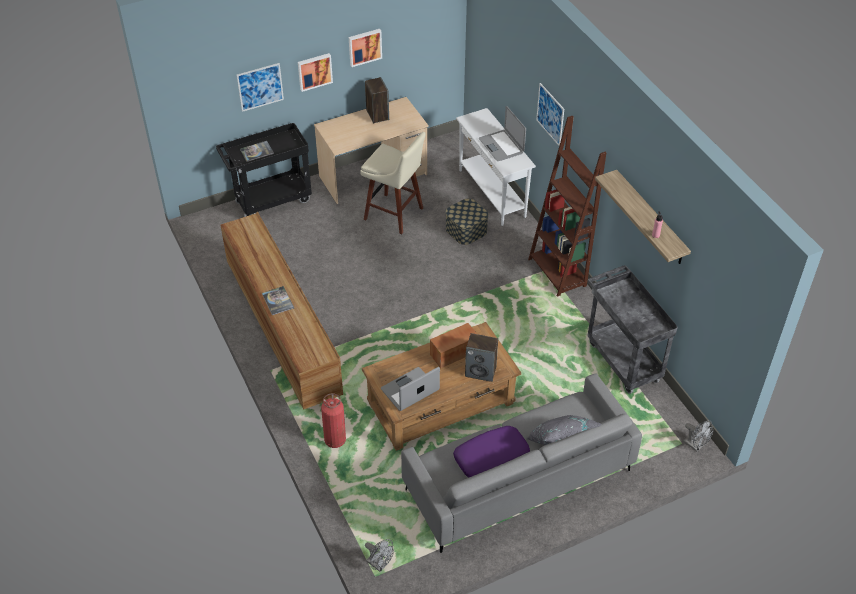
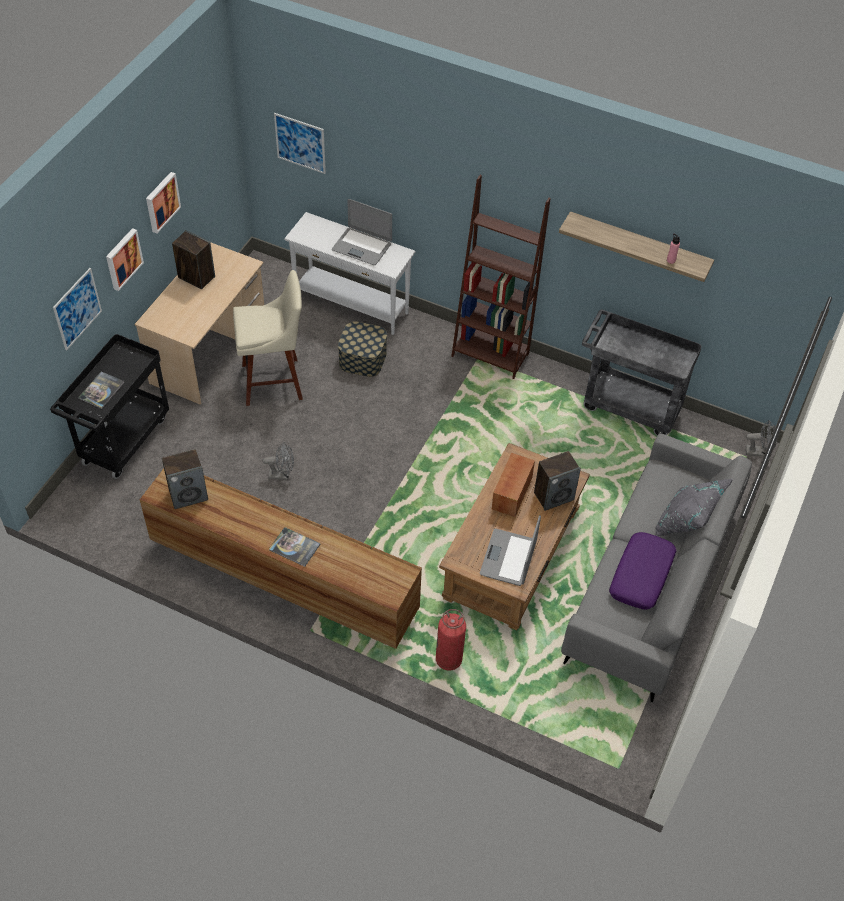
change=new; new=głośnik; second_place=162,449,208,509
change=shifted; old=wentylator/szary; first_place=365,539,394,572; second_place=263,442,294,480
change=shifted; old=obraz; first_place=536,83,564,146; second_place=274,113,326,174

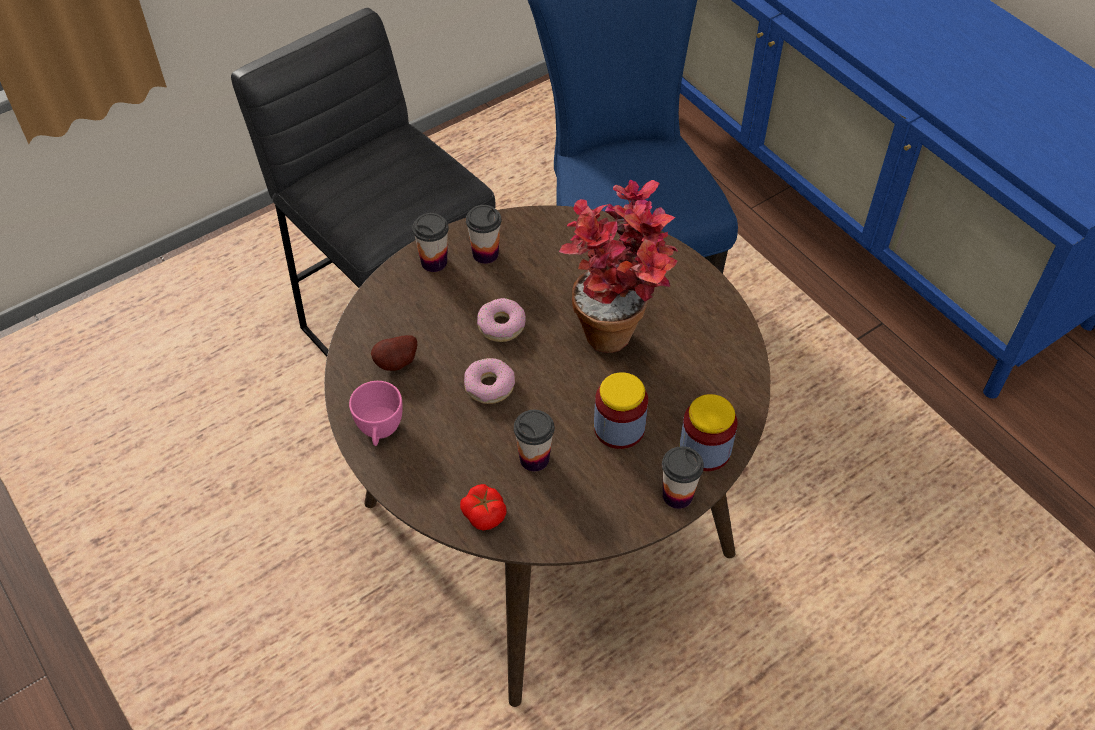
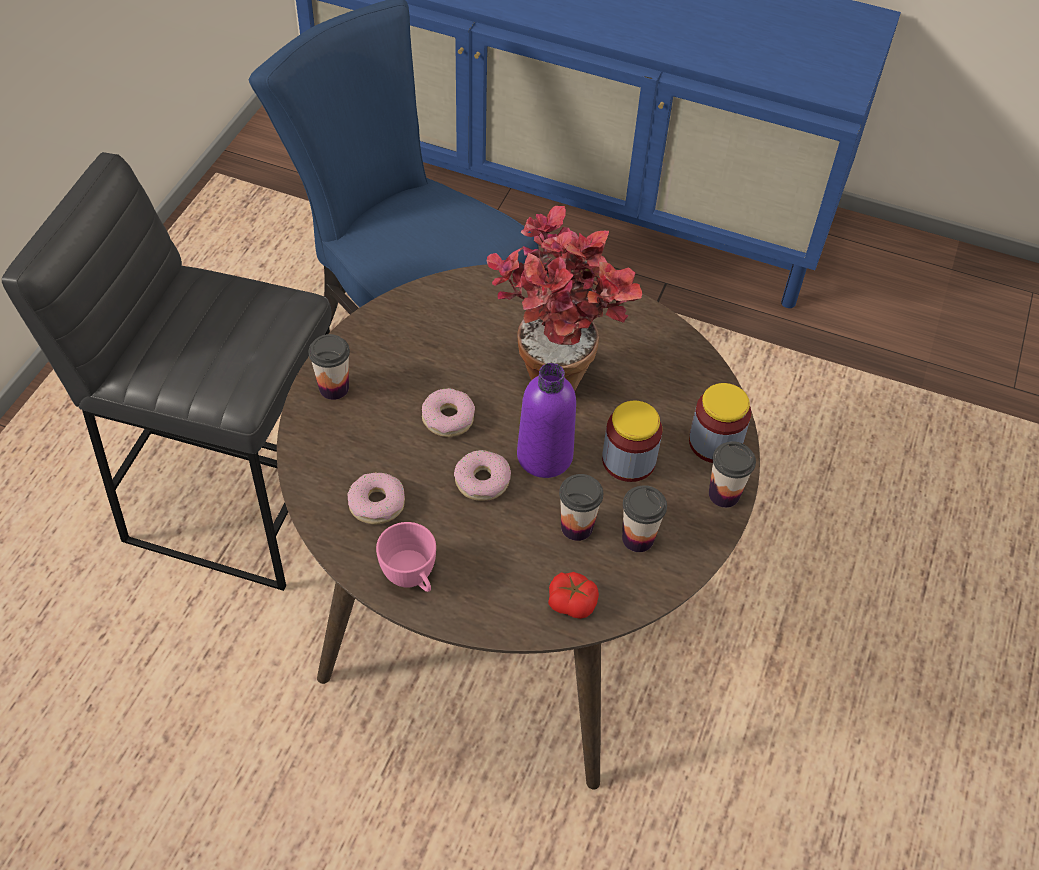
change=new; new=butelka/fioletowy; second_place=517,363,576,478
change=shifted; old=filiżanka; first_place=466,205,501,264; second_place=622,485,667,552
change=swapped; old=ziemniak; new=donut; first_place=371,335,418,371; second_place=347,472,405,524

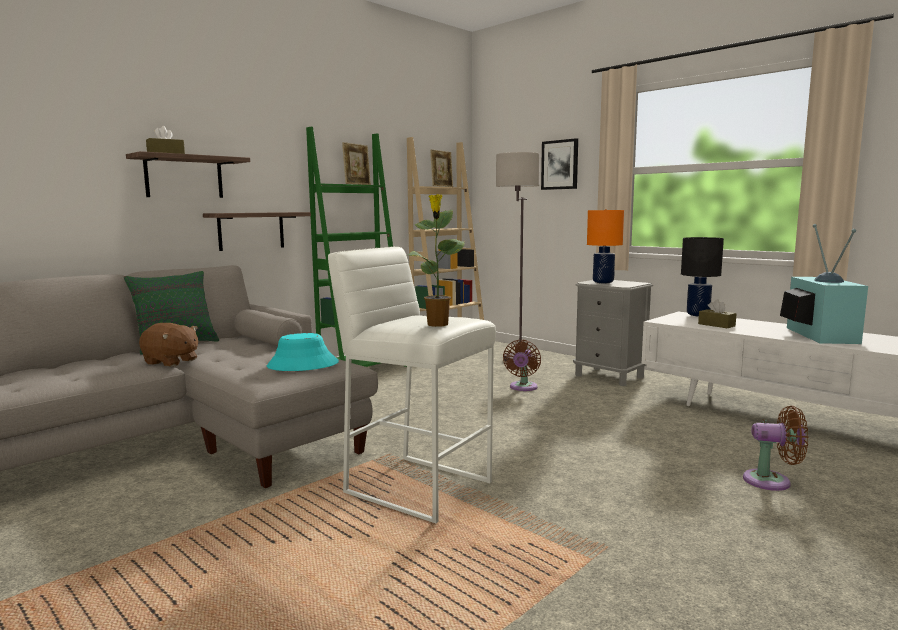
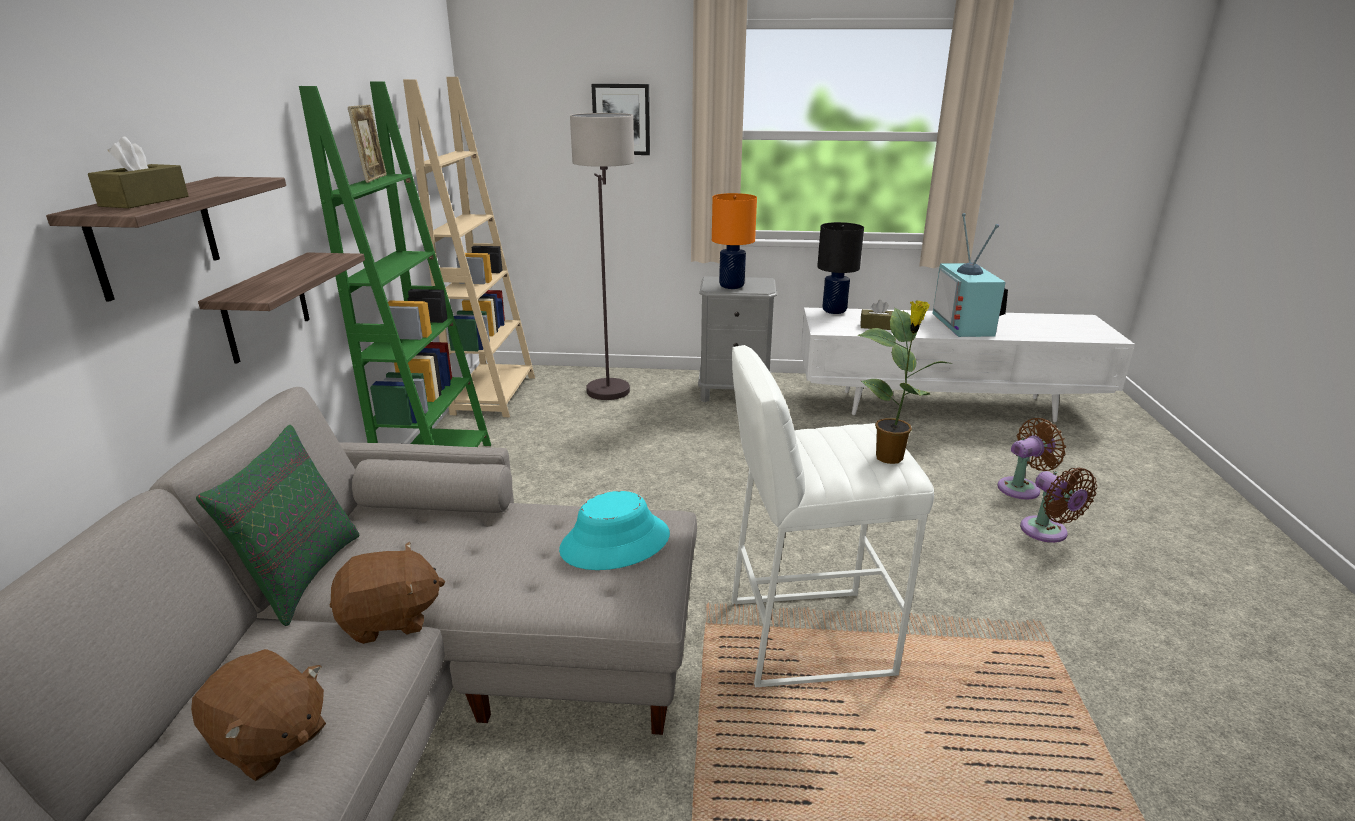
change=gone; old=ramka na zdjęcie; first_place=430,149,453,187
change=new; new=pluszak/brązowy; second_place=191,649,326,781
change=shifted; old=wentylator/brązowy; first_place=503,340,541,391; second_place=1020,468,1097,543
change=rotated; old=telewizor; first_place=780,224,868,344; second_place=932,213,1008,337; degrees=-150

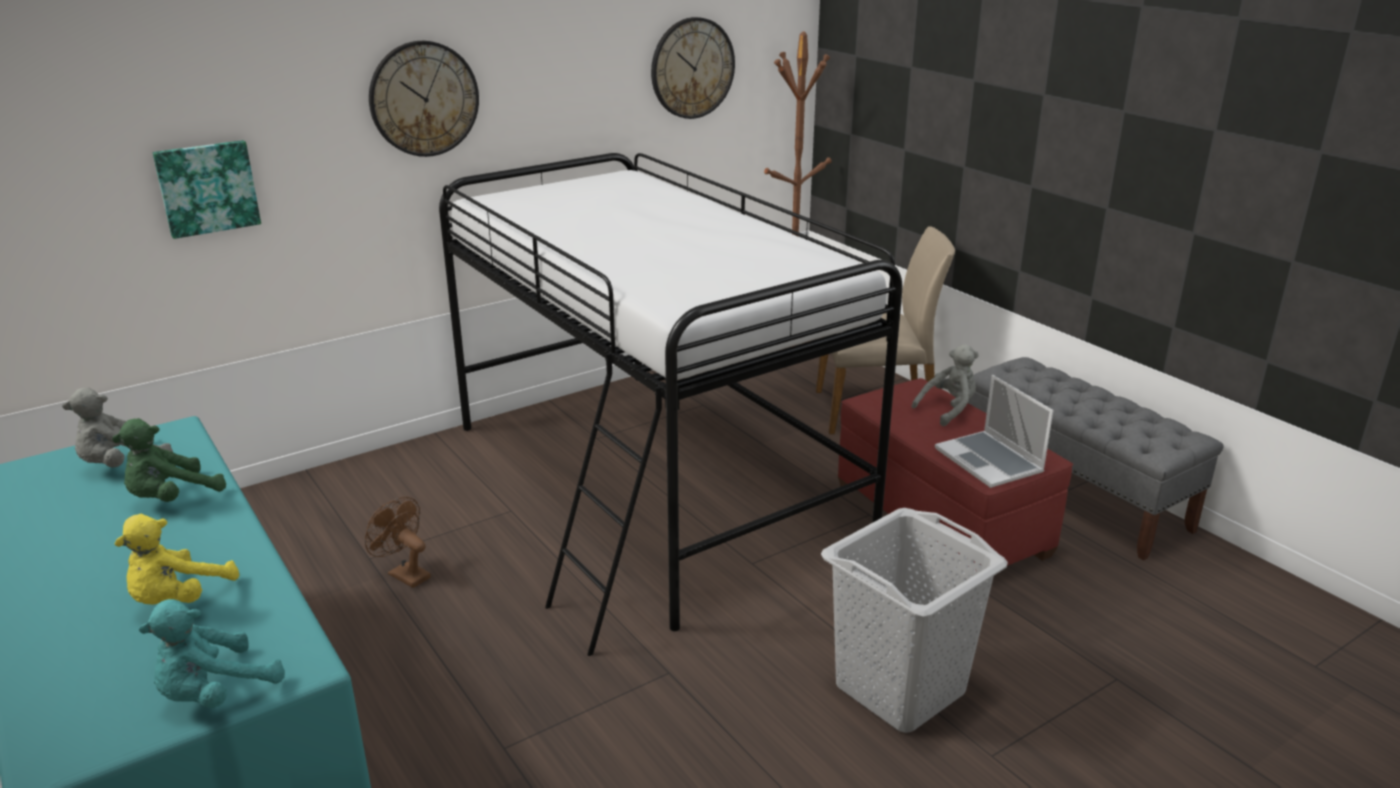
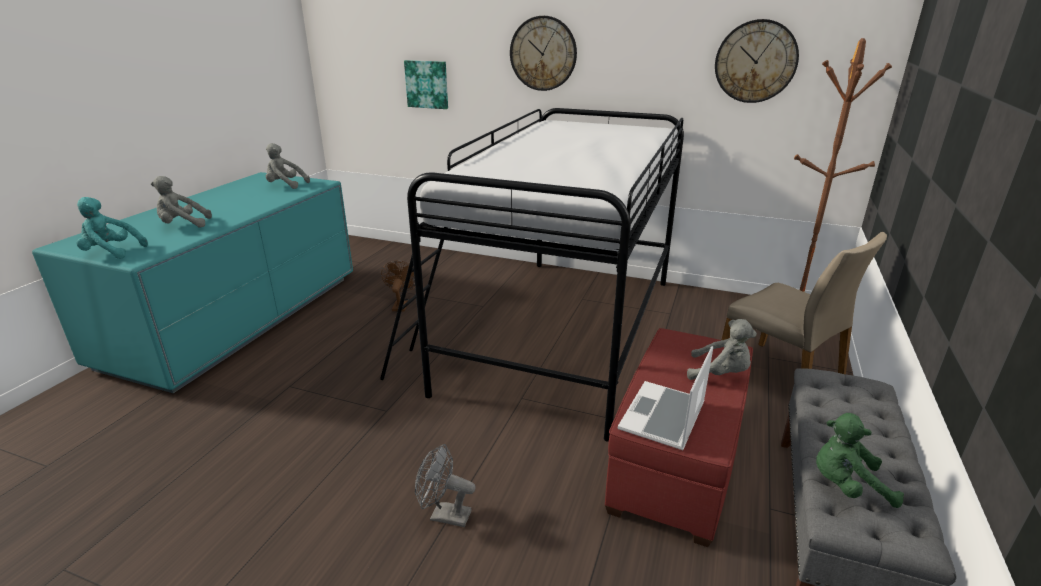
change=shifted; old=pluszak/zielony; first_place=112,418,226,502; second_place=816,413,904,508
change=swapped; old=kosz na pranie/szary; new=wentylator/szary; first_place=821,508,1008,733; second_place=415,444,476,527
change=repainted; old=pluszak/żółty; new=pluszak/szary; first_place=115,514,239,605; second_place=151,176,212,228

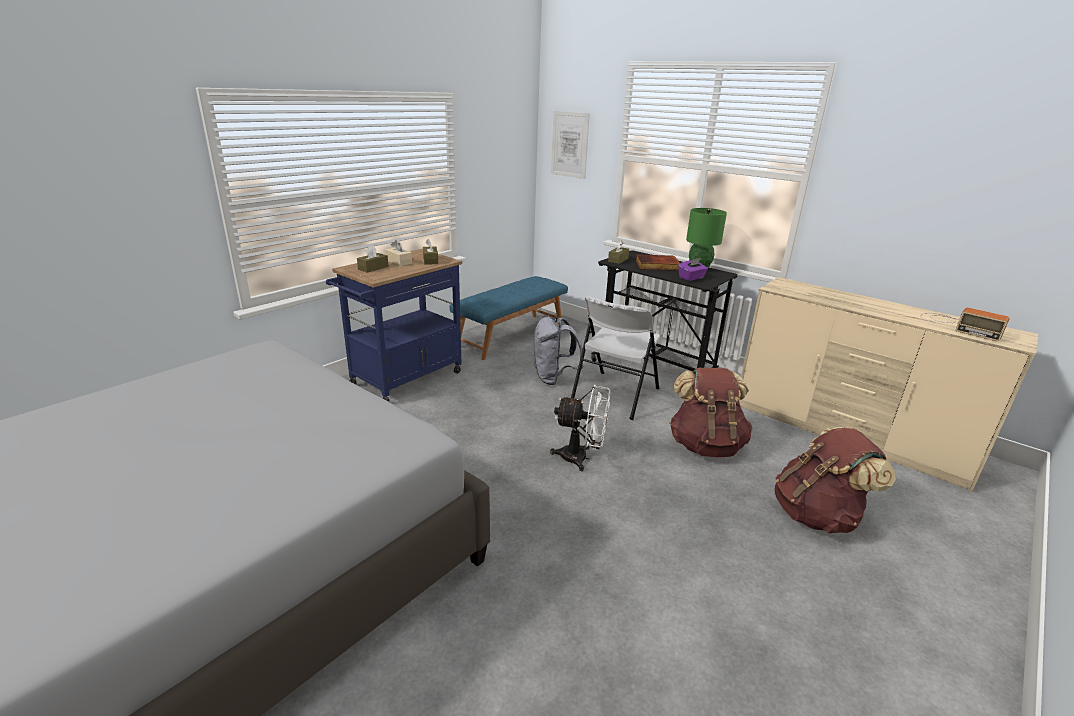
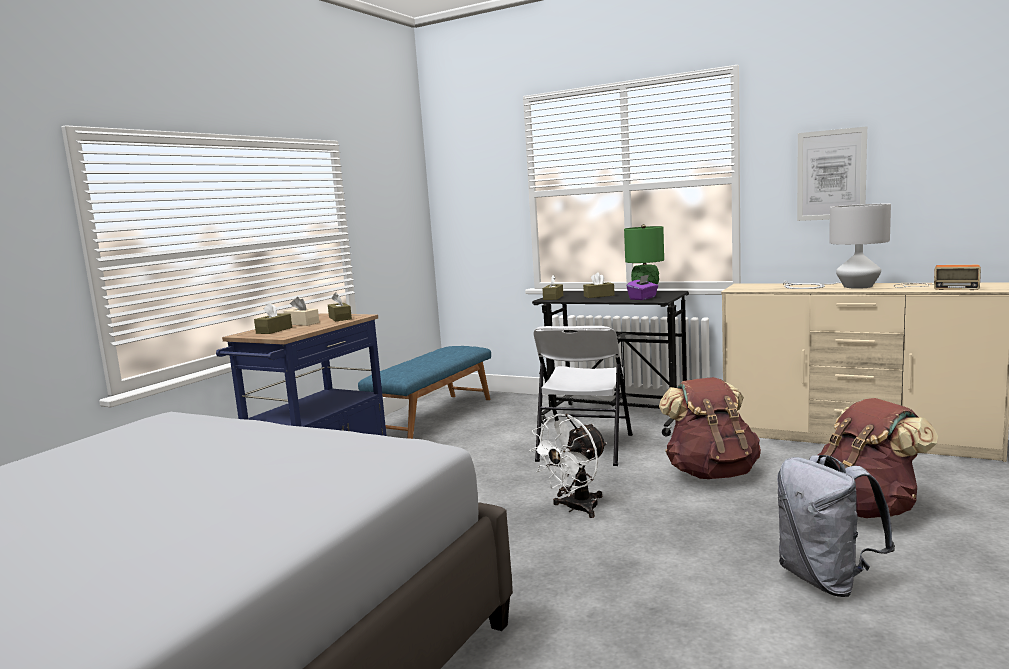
change=new; new=lampa stołowa/biały; second_place=783,204,891,289
change=shifted; old=plecak/szary; first_place=533,317,583,385; second_place=777,455,895,597
change=shifted; old=obraz; first_place=551,111,590,179; second_place=797,126,867,221
change=swapped; old=książka; new=pudełko chusteczek/brązowy; first_place=636,254,680,271; second_place=583,272,615,298
change=rotated; old=wentylator/biały; first_place=550,384,610,471; second_place=529,414,607,518; degrees=135

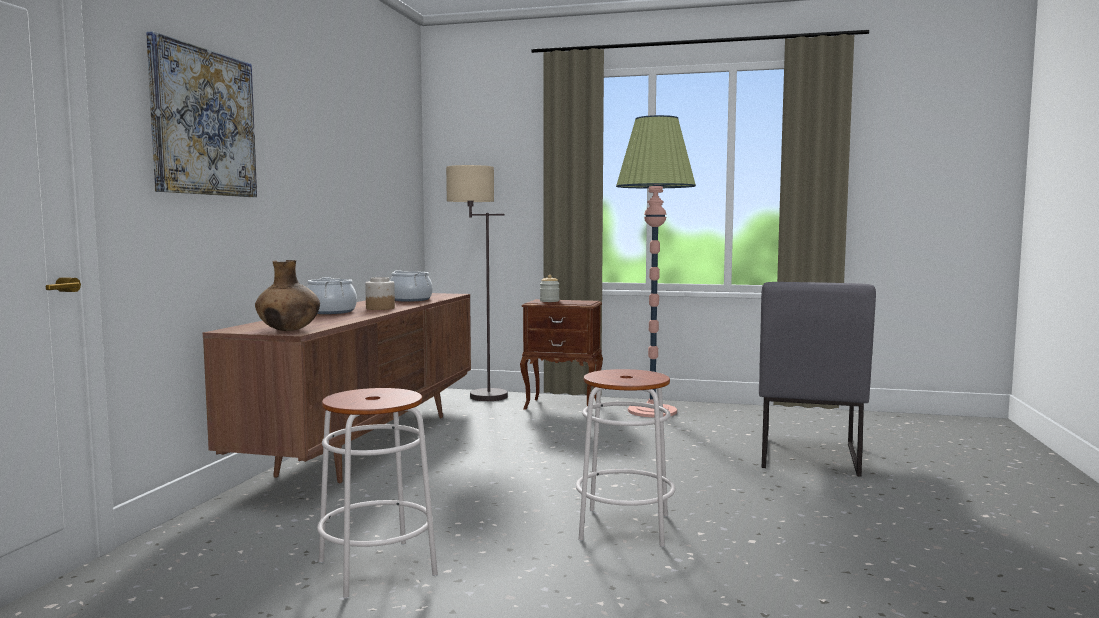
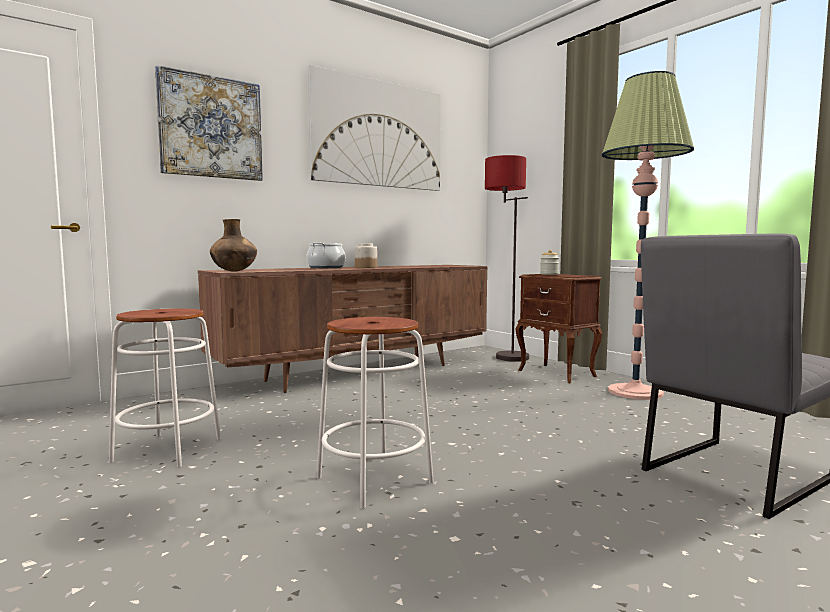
change=gone; old=garnek; first_place=390,270,433,302
change=new; new=obraz; second_place=308,65,441,191
change=repainted; old=lampa stojąca/beżowy; new=lampa stojąca/czerwony; first_place=446,165,508,401; second_place=485,155,529,362

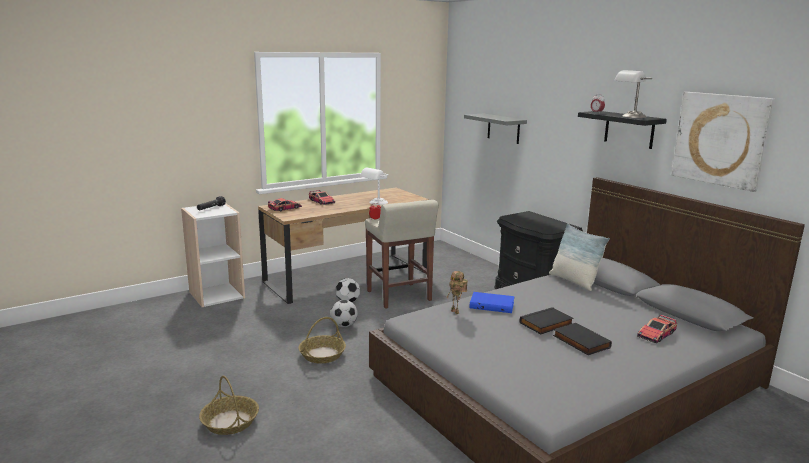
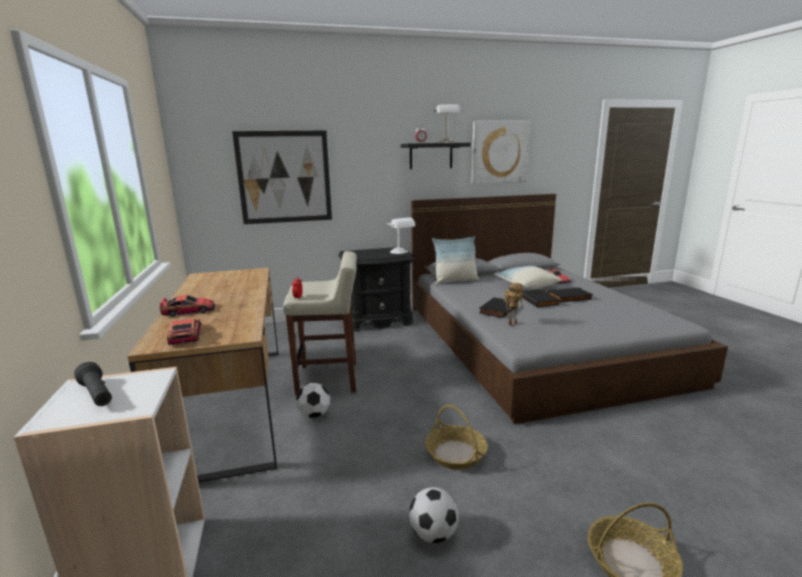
change=new; new=poduszka; second_place=495,266,562,290
change=shifted; old=piłka futbolowa; first_place=330,300,358,327; second_place=409,487,459,543
change=shifted; old=lampa stołowa/biały; first_place=360,168,389,205; second_place=387,218,415,254
change=swapped; old=półka/szary; new=obraz; first_place=464,113,527,144; second_place=232,131,332,224
change=repainted; old=książka/niebieski; new=książka/czarny; first_place=469,292,514,313; second_place=479,297,515,318

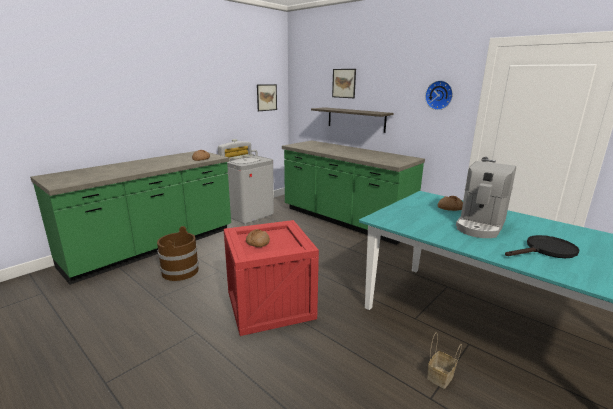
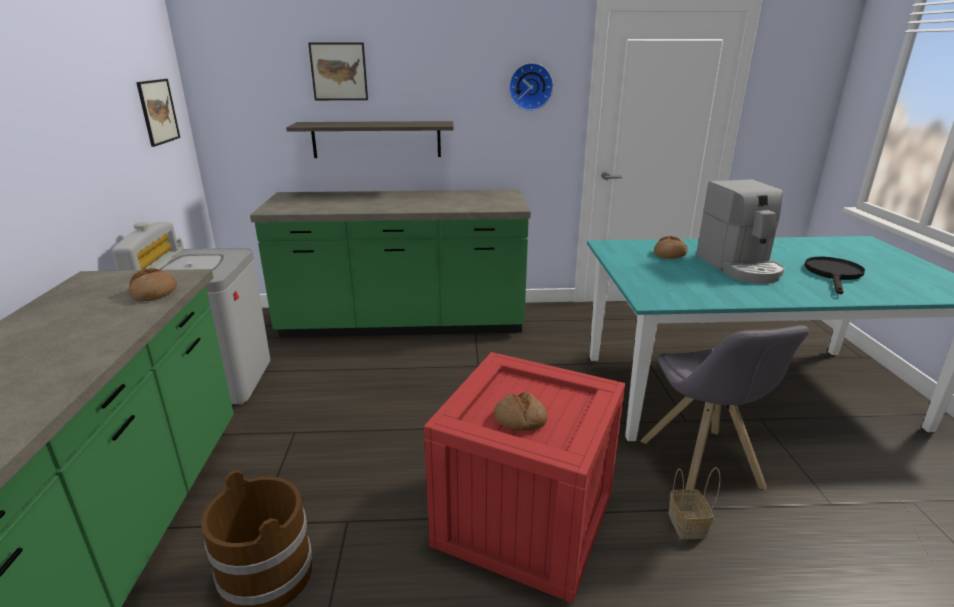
change=new; new=krzesło/szary; second_place=640,325,809,490
change=shifted; old=koszyk; first_place=427,332,462,389; second_place=668,467,720,539

